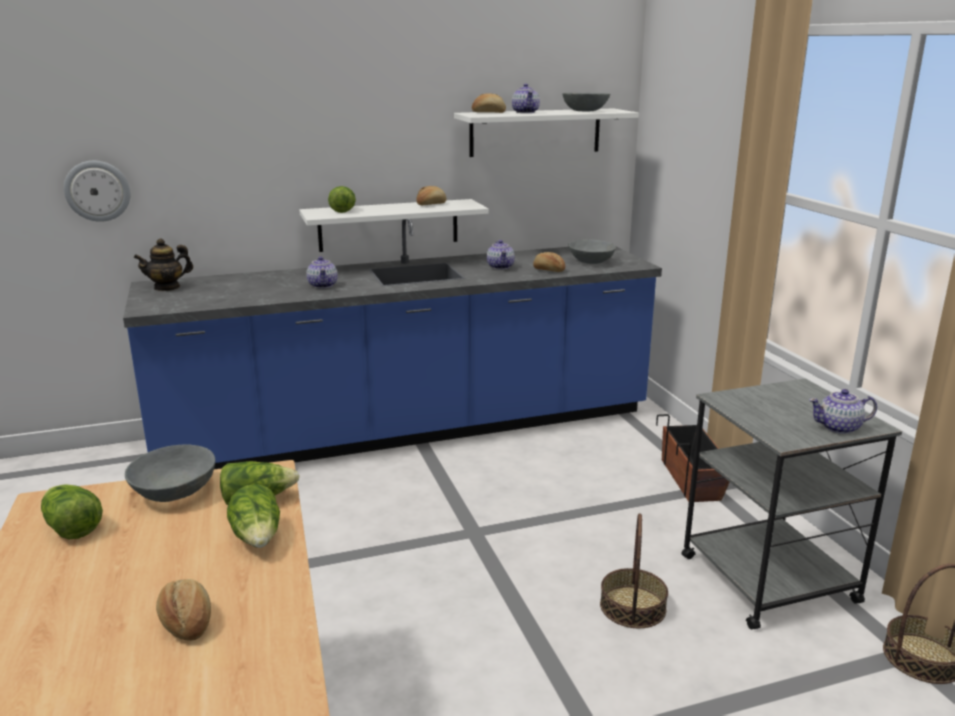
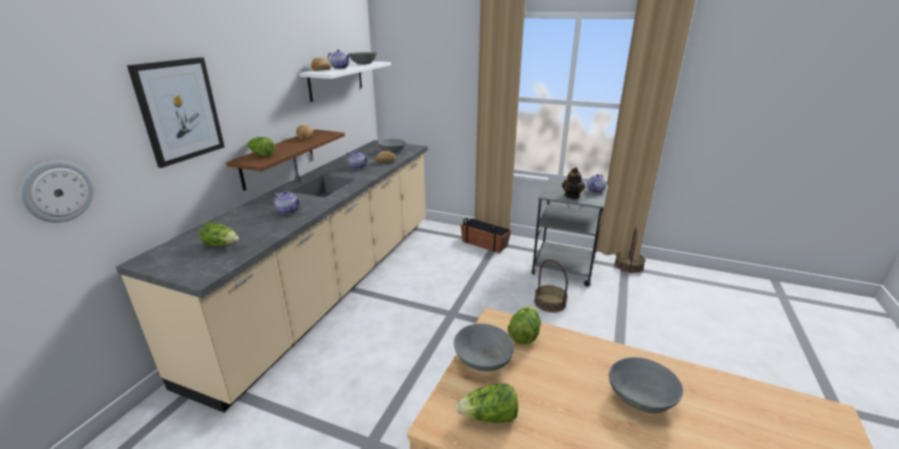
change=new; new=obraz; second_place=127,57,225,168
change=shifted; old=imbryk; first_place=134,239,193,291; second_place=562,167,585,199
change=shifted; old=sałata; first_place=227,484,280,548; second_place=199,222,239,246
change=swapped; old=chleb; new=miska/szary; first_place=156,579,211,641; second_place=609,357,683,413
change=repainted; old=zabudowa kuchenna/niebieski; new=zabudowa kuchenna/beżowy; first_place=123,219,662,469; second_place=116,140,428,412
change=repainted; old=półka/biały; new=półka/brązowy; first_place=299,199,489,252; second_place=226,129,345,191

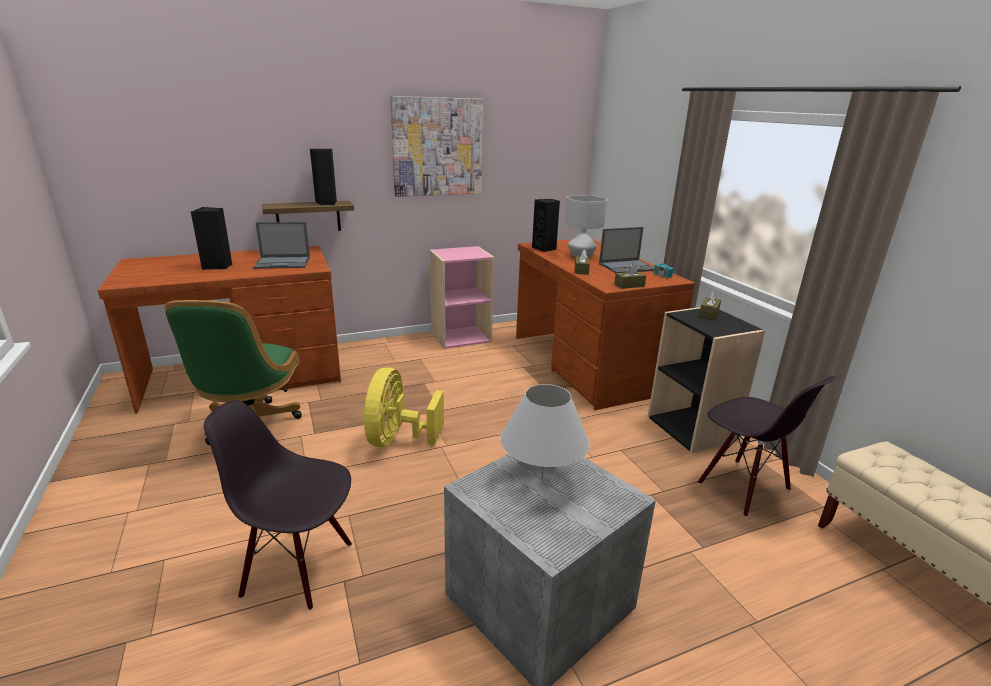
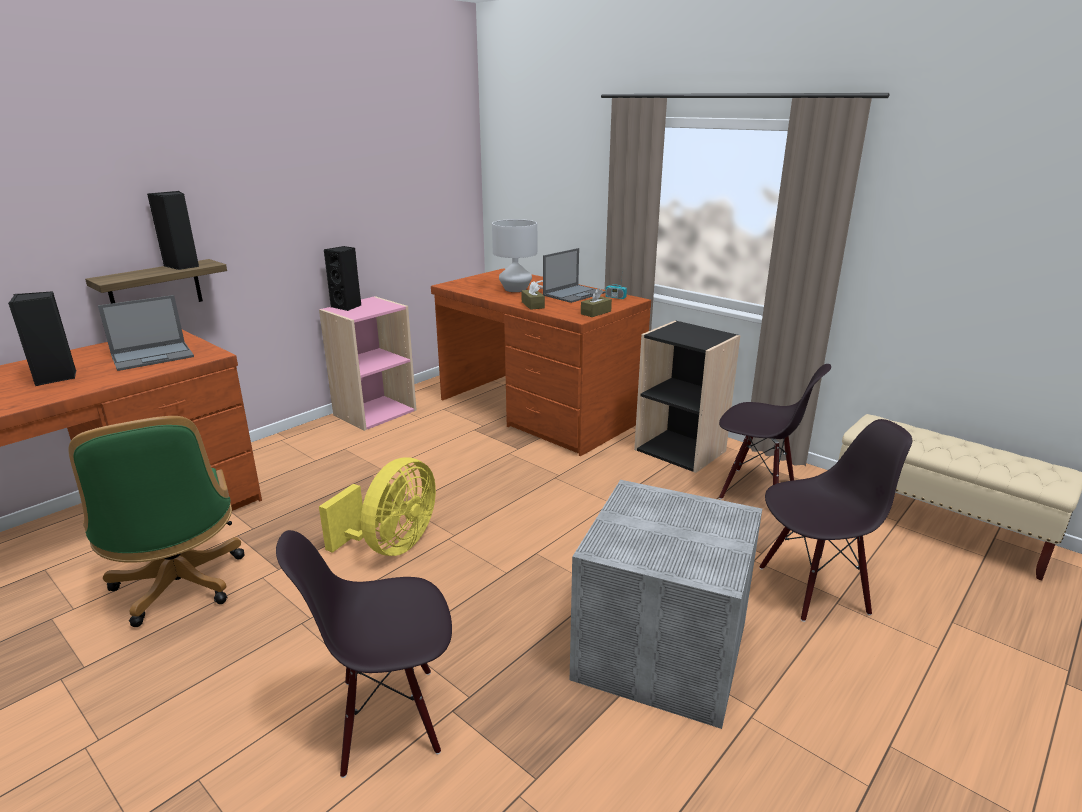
change=gone; old=obraz; first_place=390,96,483,197
change=gone; old=lampa stołowa/biały; first_place=500,384,590,480
change=gone; old=pudełko chusteczek/brązowy; first_place=699,290,721,319
change=new; new=krzesło/czarny; second_place=759,419,912,622
change=shifted; old=głośnik/czarny; first_place=532,199,560,252; second_place=324,246,361,311
change=rotated; old=wentylator/żółty; first_place=364,367,444,447; second_place=319,457,436,556; degrees=-135

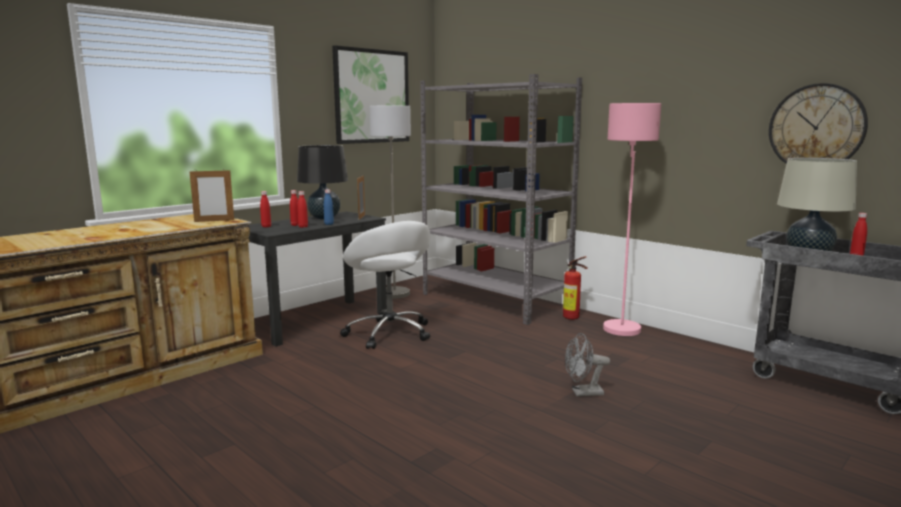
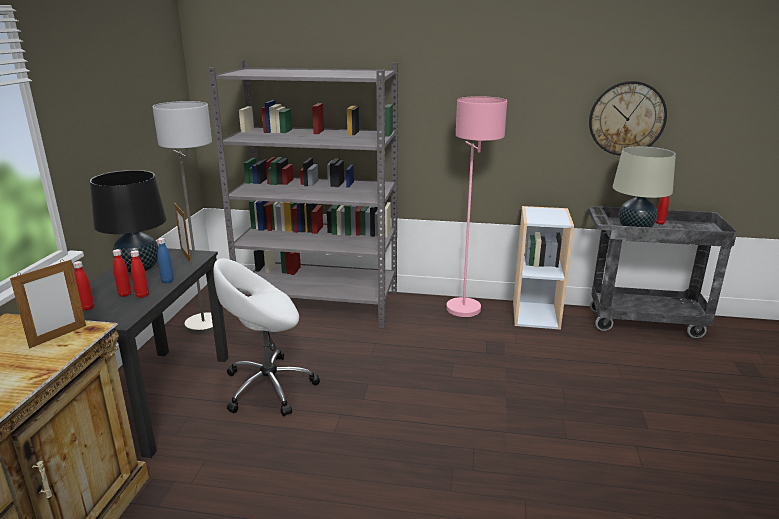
change=gone; old=obraz; first_place=332,45,409,144
change=gone; old=gaśnica; first_place=563,256,588,320
change=gone; old=wentylator/szary; first_place=565,333,610,396
change=new; new=regał; second_place=513,206,574,330
change=rotated; old=krzesło biurowe/biały; first_place=340,221,430,349; second_place=214,258,320,416; degrees=135

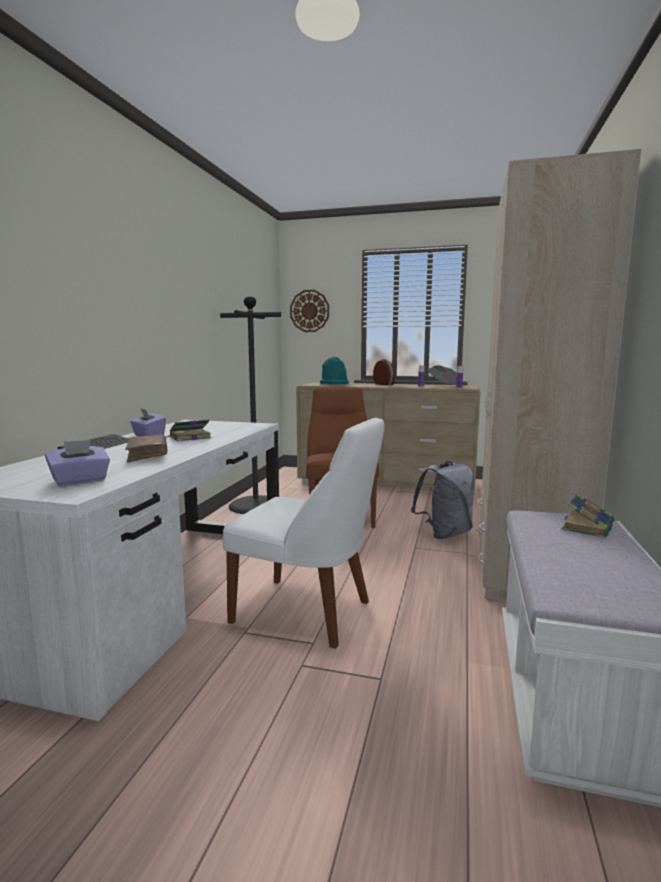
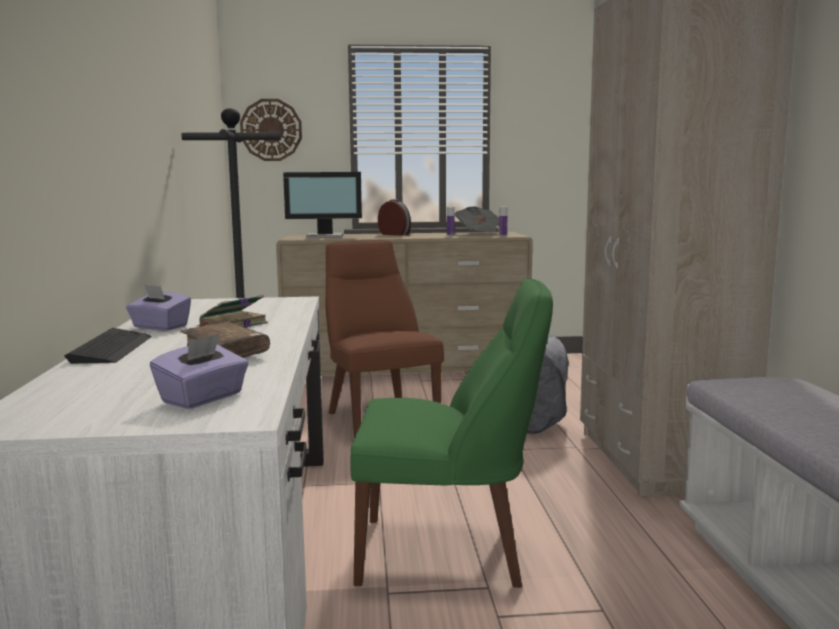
change=gone; old=książka; first_place=562,494,614,538
change=swapped; old=kapelusz/turkusowy; new=monitor; first_place=320,357,349,384; second_place=283,172,362,238
change=repainted; old=krzesło/biały; new=krzesło/zielony; first_place=223,418,384,648; second_place=350,278,553,588

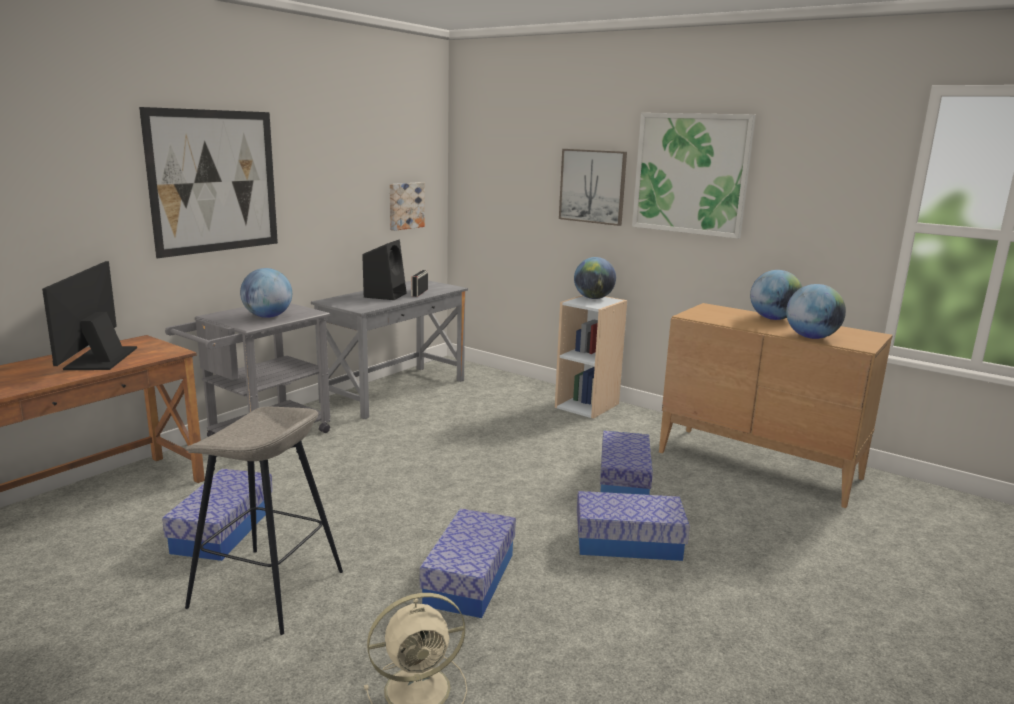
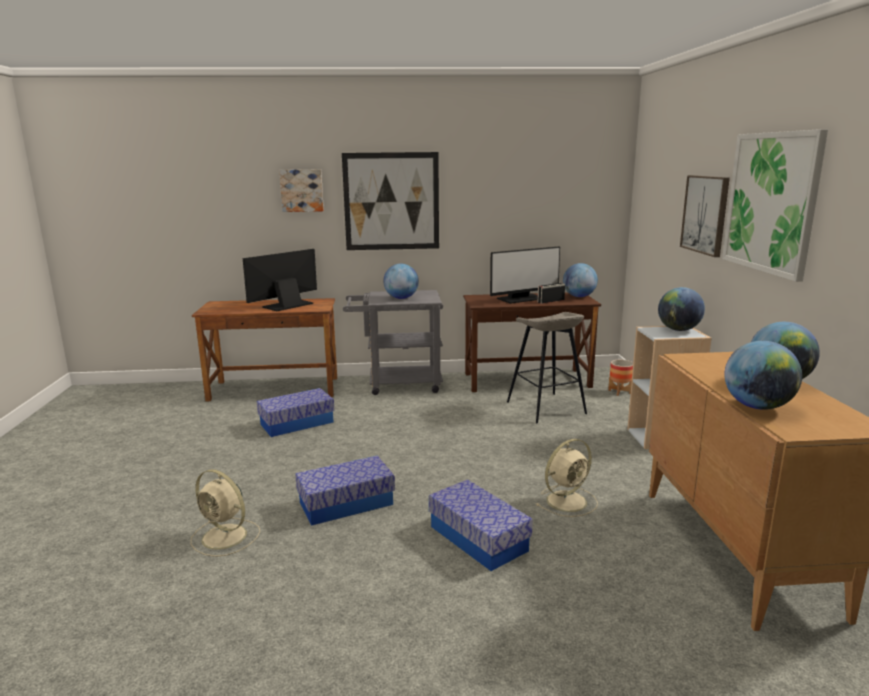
change=new; new=globus; second_place=563,263,598,297
change=new; new=donica; second_place=608,360,633,396
change=shifted; old=stołek/szary; first_place=185,407,343,635; second_place=507,312,587,423
change=shifted; old=obraz; first_place=390,182,425,231; second_place=279,169,324,212
change=swapped; old=głośnik/czarny; new=monitor; first_place=362,240,407,300; second_place=490,247,560,304
change=swapped; old=pojemnik do przechowywania; new=wentylator/beżowy; first_place=600,431,653,495; second_place=536,439,598,517
change=repainted; old=biurko/szary; new=biurko/brązowy; first_place=311,280,468,419; second_place=463,292,601,392

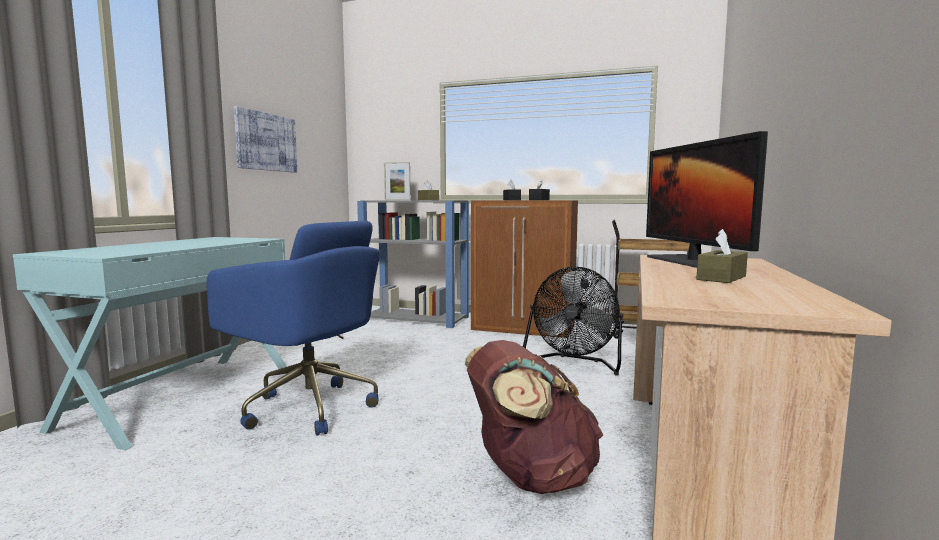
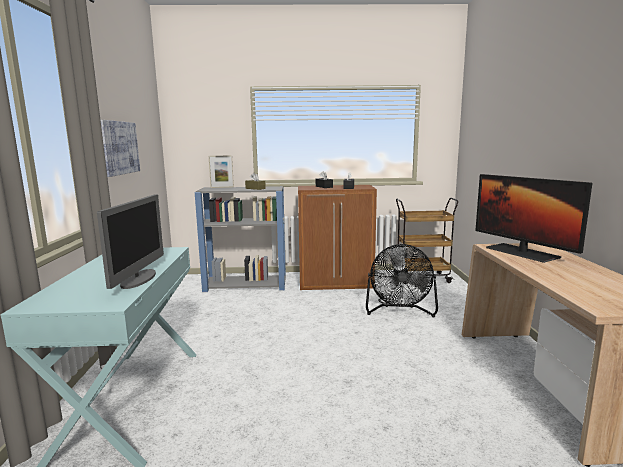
change=gone; old=krzesło biurowe/niebieski; first_place=207,221,380,435
change=gone; old=plecak/brązowy; first_place=465,340,603,494
change=gone; old=pudełko chusteczek/brązowy; first_place=696,229,748,283
change=new; new=monitor; second_place=97,195,164,289

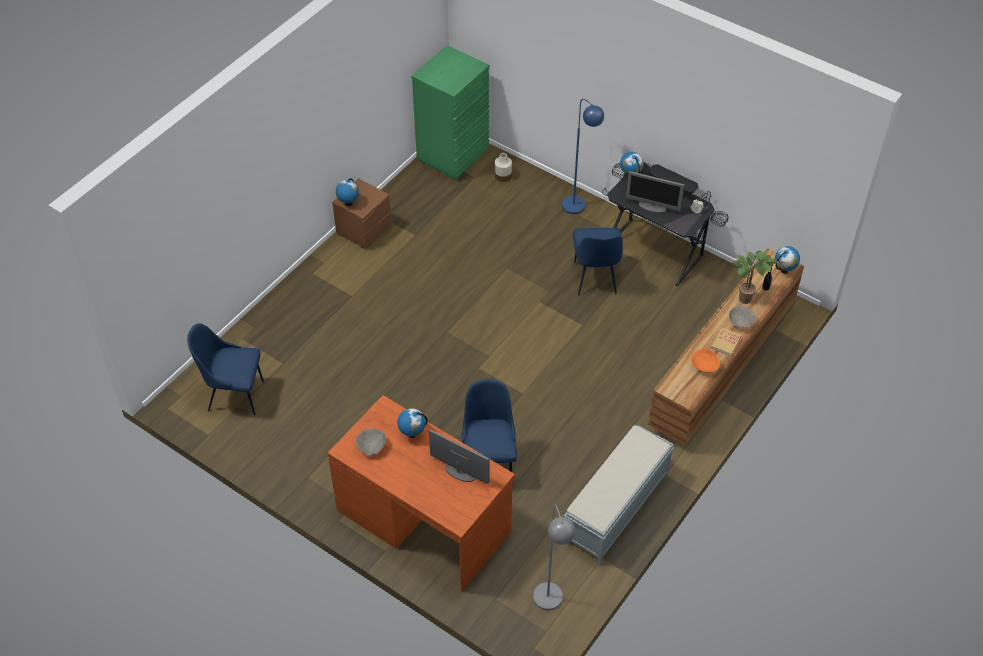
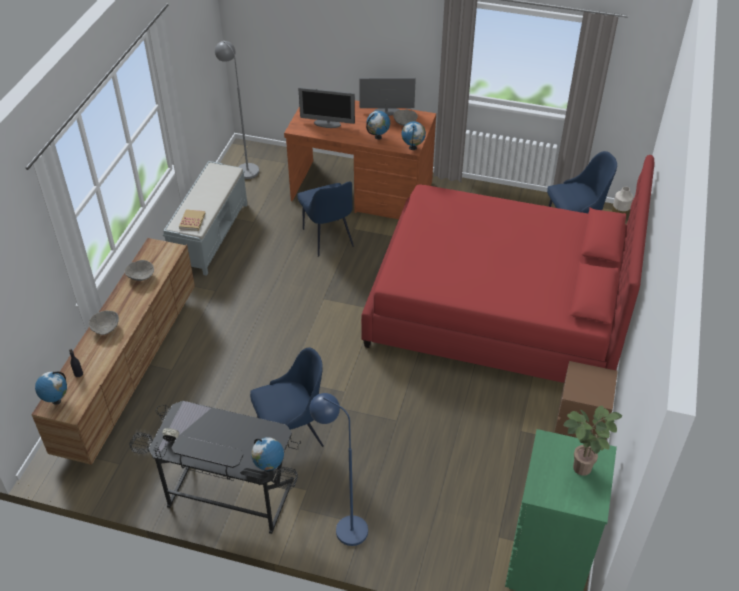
change=new; new=łóżko/czerwony; second_place=361,155,654,383
change=shifted; old=globus; first_place=336,179,359,206; second_place=401,121,426,150
change=shifted; old=wazon/beżowy; first_place=495,153,512,182; second_place=612,186,633,216
change=shifted; old=monitor; first_place=625,171,685,213; second_place=359,77,416,116
change=shifted; old=książka; first_place=711,327,741,356; second_place=179,209,206,231
change=shifted; old=roślina doniczkowa; first_place=732,251,778,304; second_place=563,406,622,476
change=repainted; old=miska/pomarańczowy; new=miska/szary; first_place=691,349,720,373; second_place=124,260,154,281
change=rotated; old=krzesło/niebieski; first_place=573,228,623,296; second_place=250,347,324,447; degrees=90

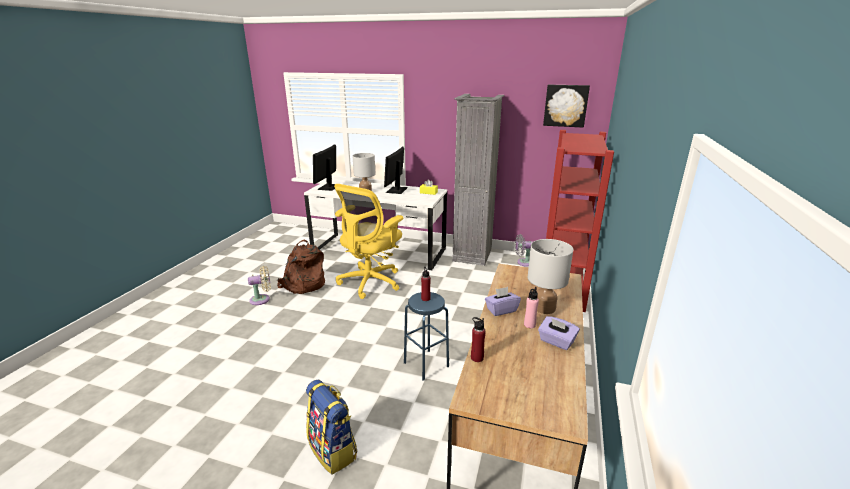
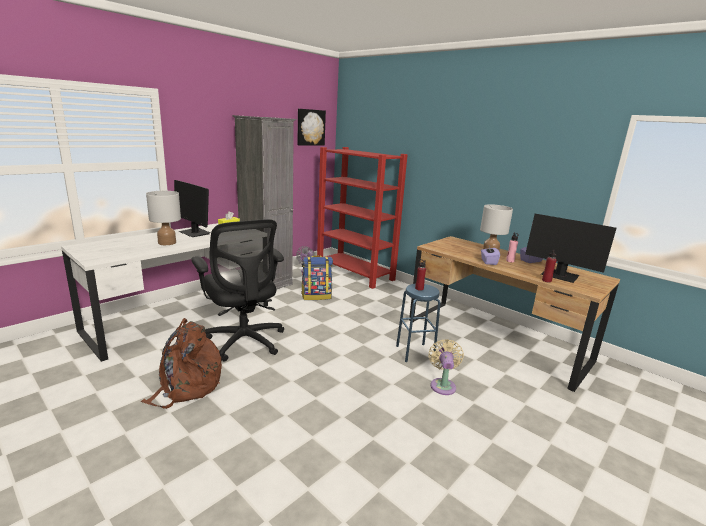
change=shifted; old=wentylator/beżowy; first_place=248,266,271,305; second_place=428,339,464,395
change=shifted; old=plecak; first_place=306,379,357,475; second_place=301,255,333,300
change=shifted; old=monitor; first_place=313,144,336,191; second_place=525,214,617,283
change=repainted; old=krzesło biurowe/żółty; new=krzesło biurowe/czarny; first_place=334,184,403,299; second_place=191,219,284,361

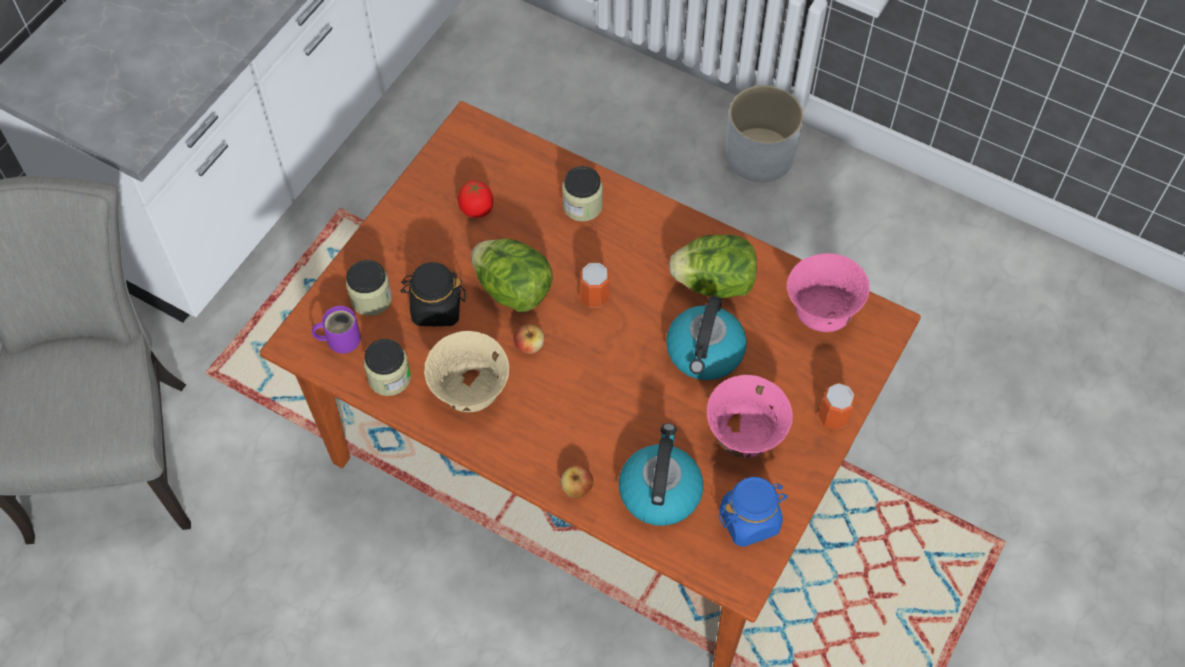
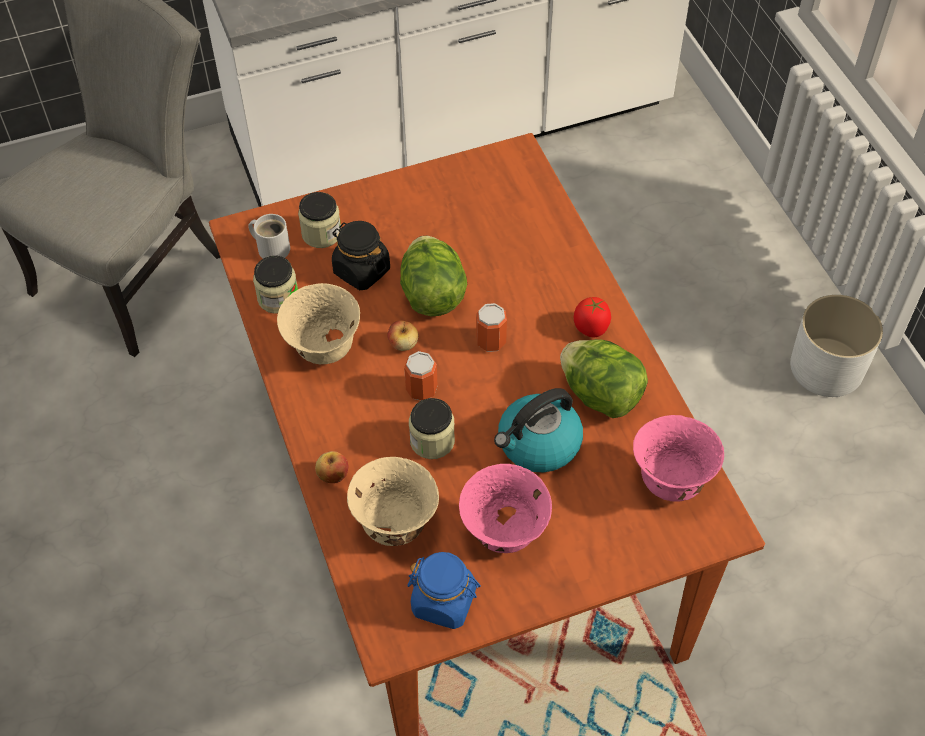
change=shifted; old=pomidor; first_place=458,180,493,218; second_place=574,297,611,337
change=shifted; old=słoik; first_place=562,166,603,222; second_place=409,398,455,459
change=shifted; old=puszka; first_place=818,383,856,430; second_place=404,351,438,401
change=swapped; old=czajnik; new=miska/beżowy; first_place=619,423,703,526; second_place=347,457,439,546
change=repainted; old=kubek/fioletowy; new=kubek/biały; first_place=312,306,361,354; second_place=248,214,290,259

